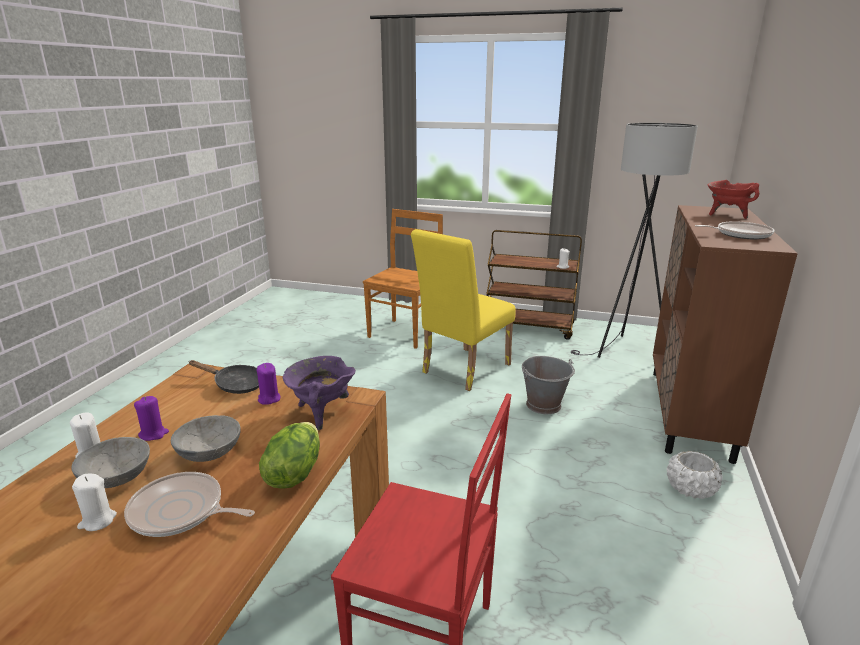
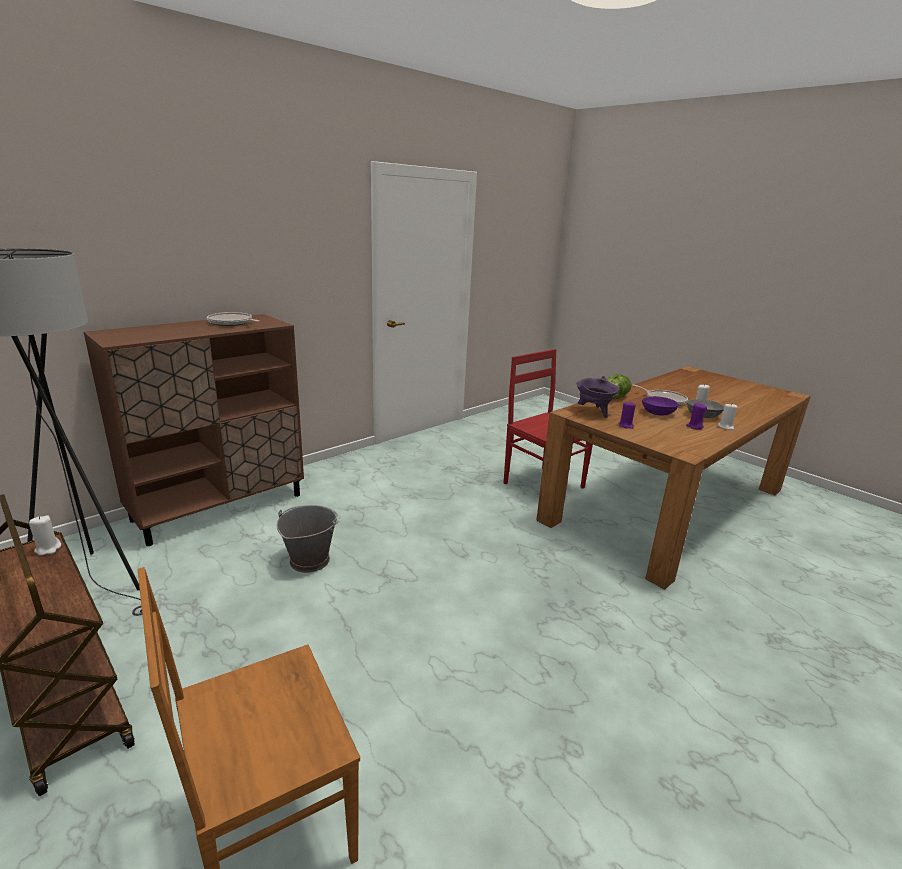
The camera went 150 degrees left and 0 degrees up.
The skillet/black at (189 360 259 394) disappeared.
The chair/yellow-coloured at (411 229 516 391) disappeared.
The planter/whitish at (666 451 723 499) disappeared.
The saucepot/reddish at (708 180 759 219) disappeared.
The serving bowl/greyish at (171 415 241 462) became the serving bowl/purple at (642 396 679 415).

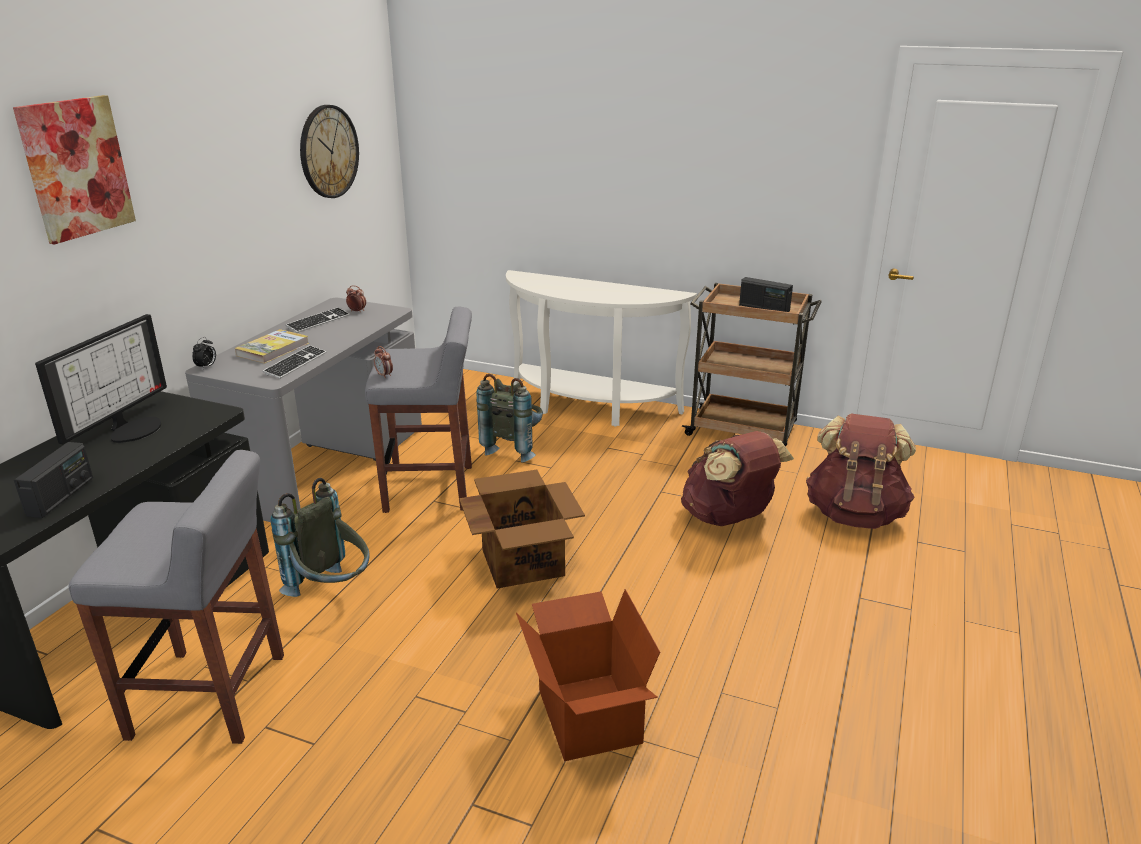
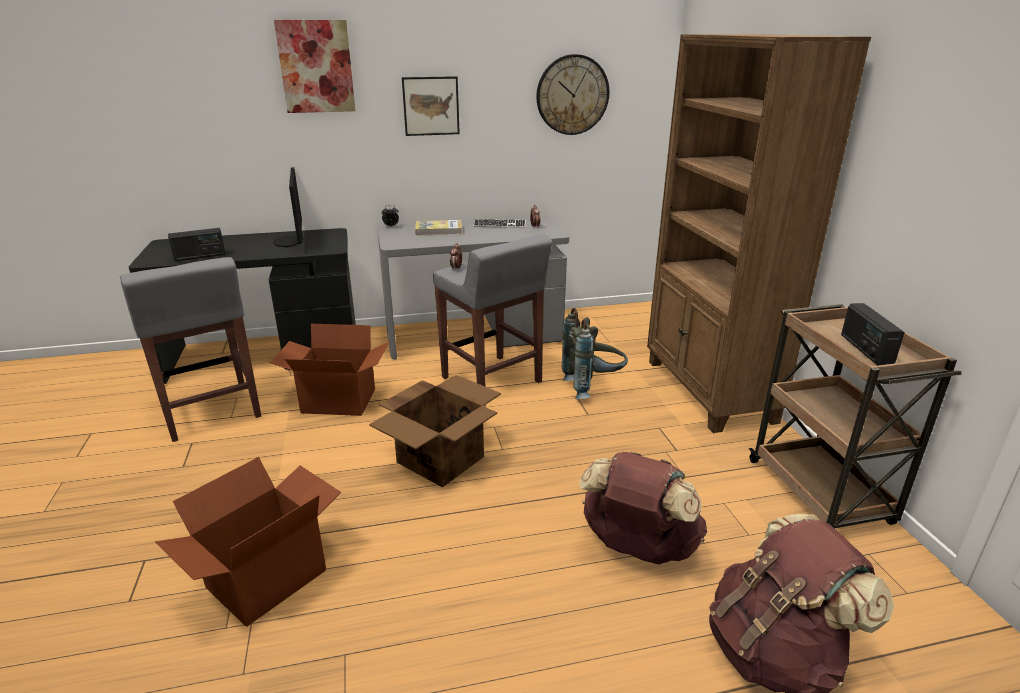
The camera went 55 degrees right and 0 degrees up.
The computer keyboard at (262 345 327 379) disappeared.
The wall picture at (402 76 460 136) appeared.
The rucksack/greyish at (271 478 370 597) was replaced by the carton at (271 324 389 416).
The narrow table/whitish at (506 270 697 427) was replaced by the shelving unit/brown at (647 34 871 433).
The computer display at (35 314 167 444) turned 90 degrees clockwise.

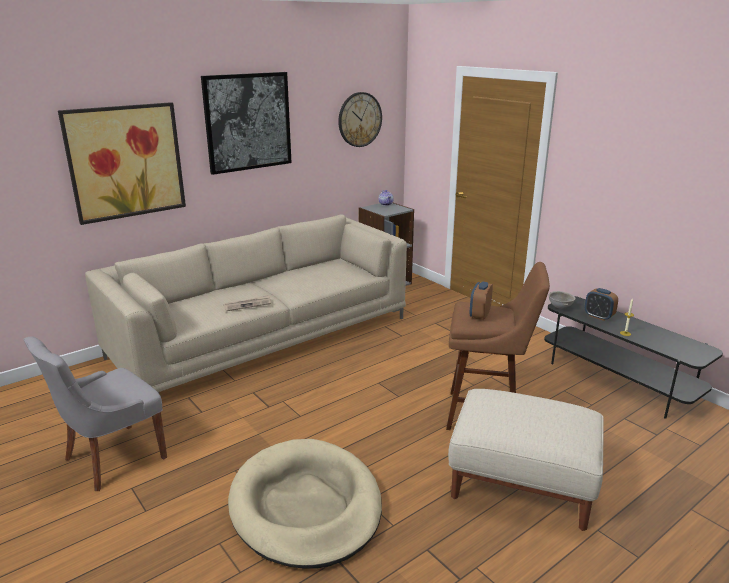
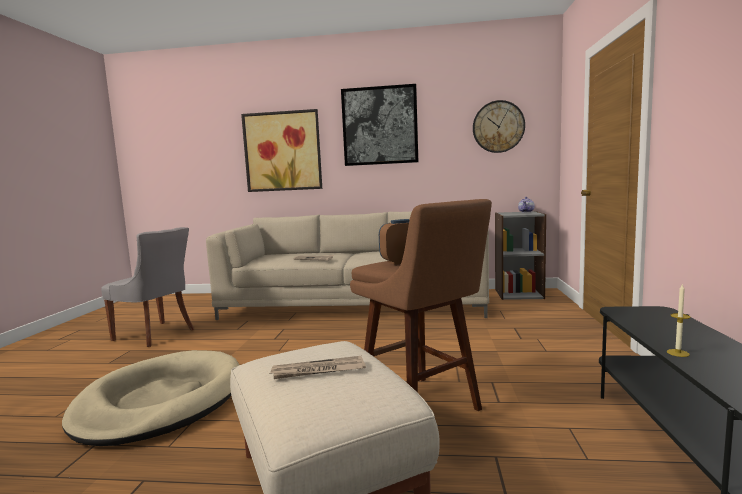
The camera went 45 degrees right and 15 degrees down.
The serving bowl/greyish at (549 291 576 309) disappeared.
The bedside clock at (585 288 618 321) disappeared.
The printed paper at (270 356 366 379) appeared.
The chair/greyish at (24 337 167 491) turned 150 degrees counterclockwise.

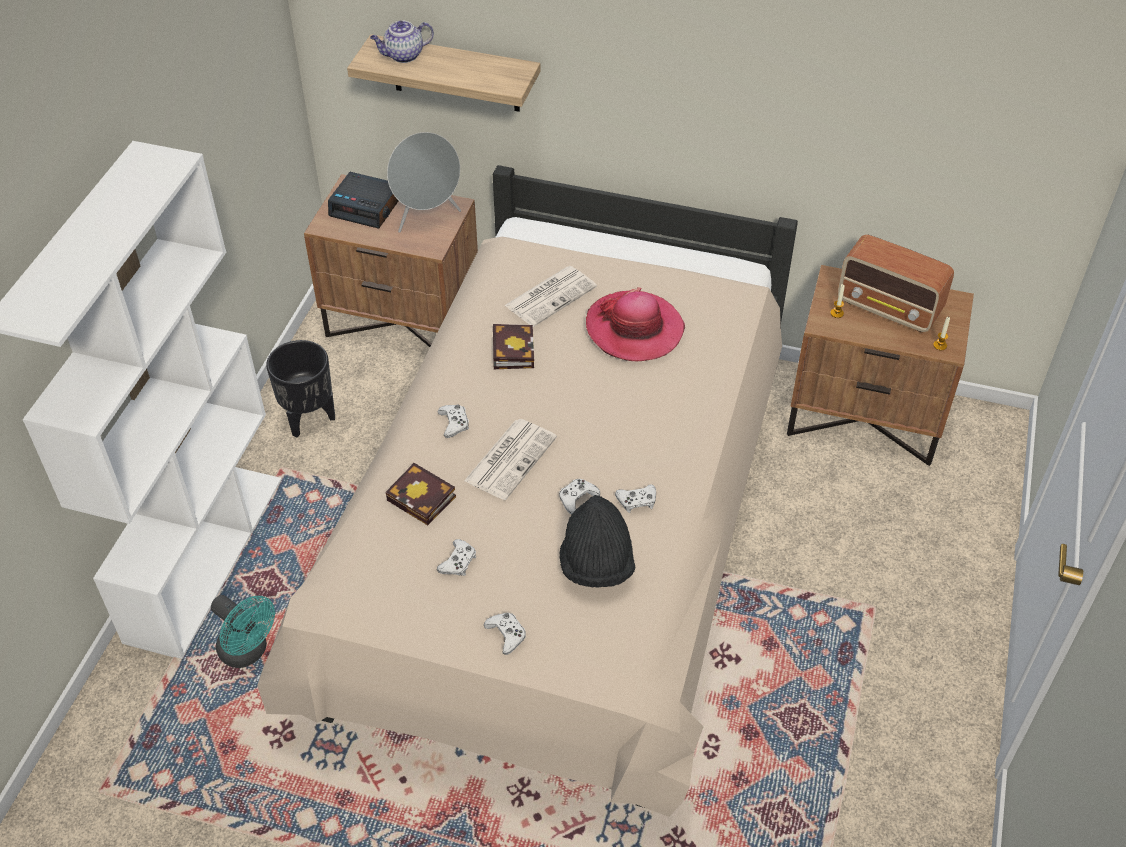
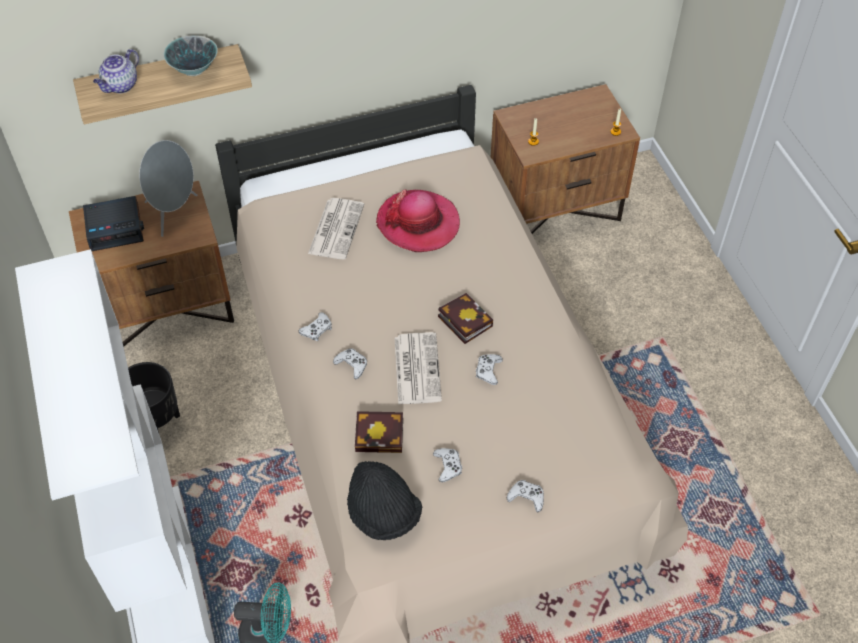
The camera went 35 degrees left and 5 degrees up.
The radio set at (838 234 954 332) disappeared.
The serving bowl at (164 35 218 76) appeared.
The volume moved from (493 324 534 369) to (438 293 493 344).
The clothing hat/black moved from (559 495 635 588) to (347 461 422 540).
The gamepad/whitish moved from (615 484 656 513) to (299 312 332 341).

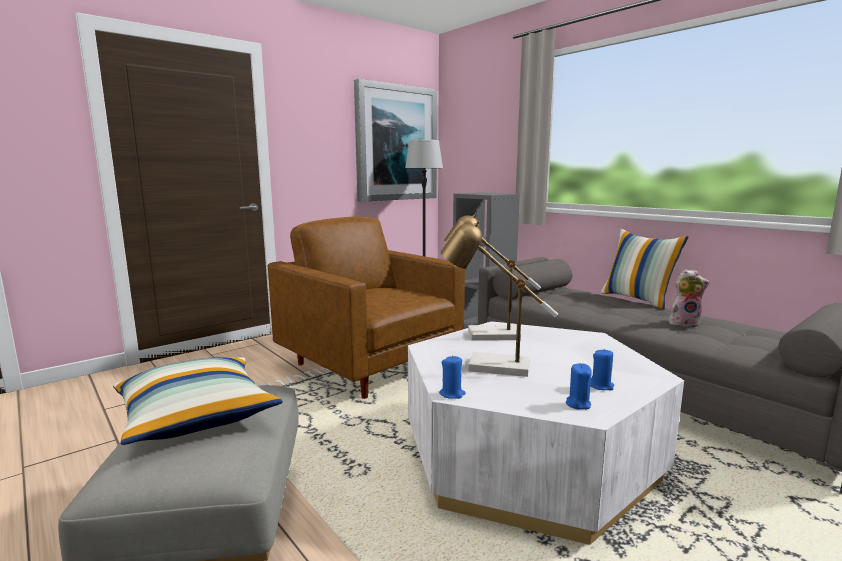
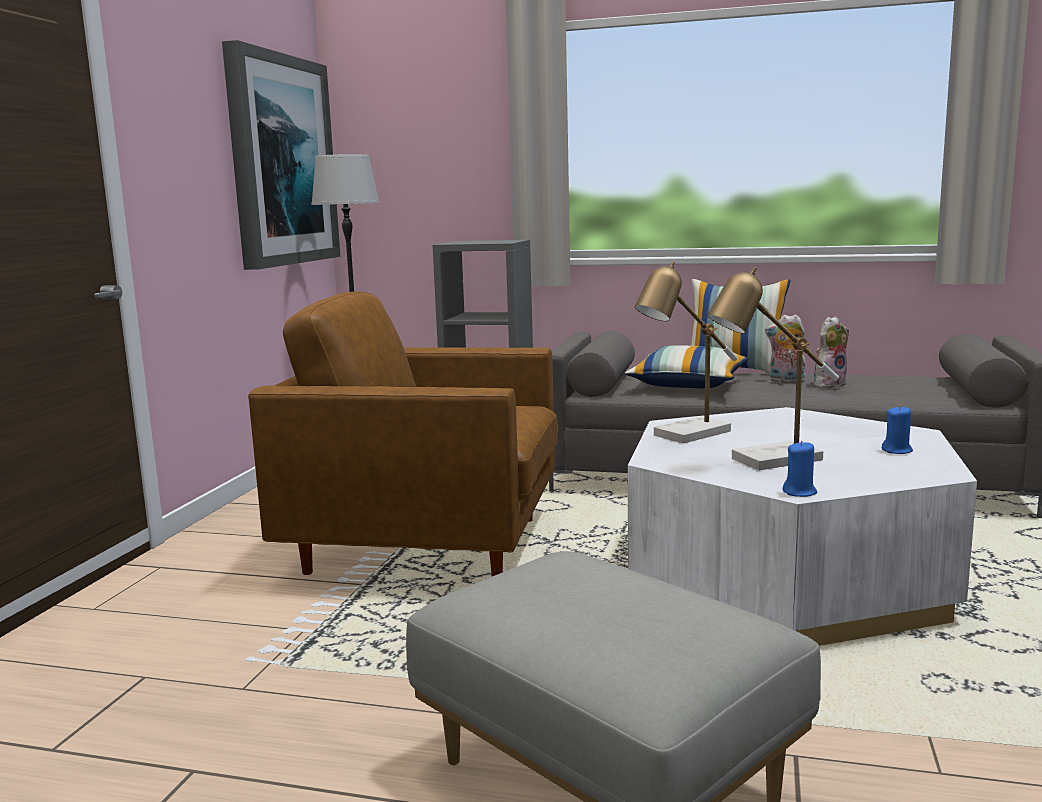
The camera went 35 degrees left and 0 degrees up.
The candle/blue-coloured at (566 363 592 410) disappeared.
The soft toy at (765 314 806 383) appeared.
The pillow moved from (113 357 283 445) to (625 345 748 388).

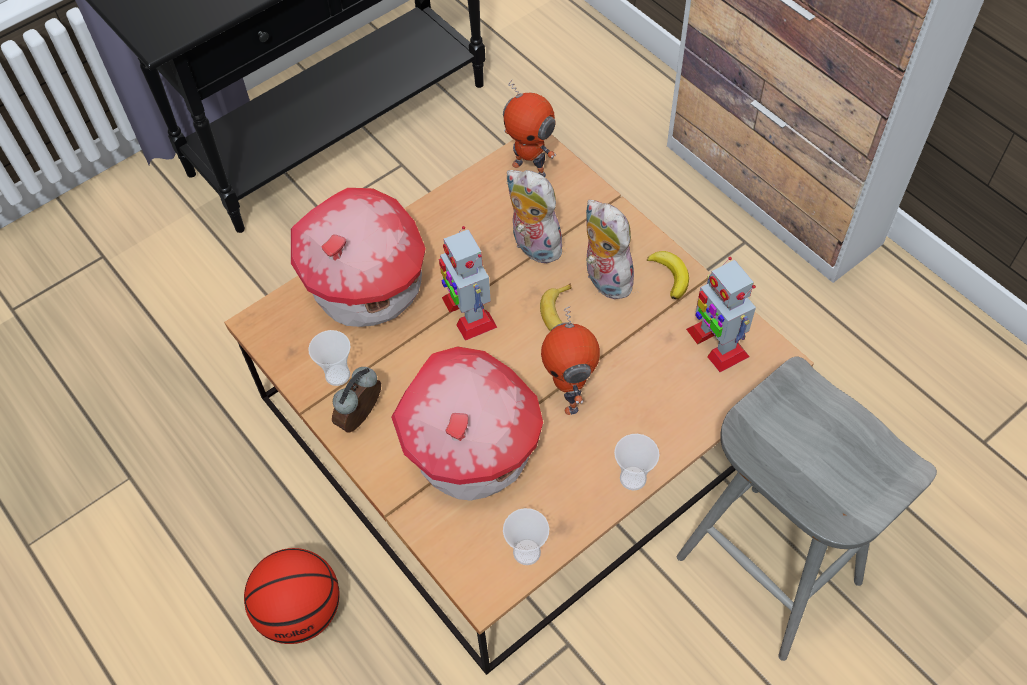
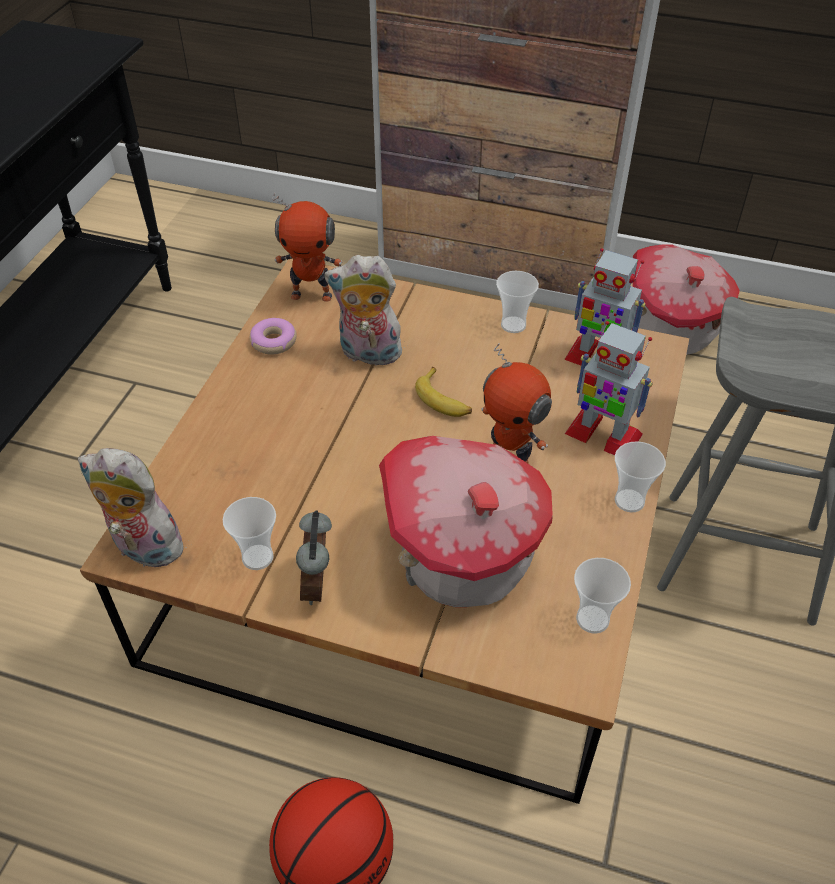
The camera went 35 degrees left and 10 degrees down.
The donut at (250 318 297 354) appeared.
The toy house moved from (291 188 426 327) to (633 244 740 355).
The model robot moved from (439 226 497 341) to (565 321 653 455).
The soft toy moved from (586 200 637 299) to (78 448 192 571).
The banana fruit at (647 251 689 299) was replaced by the small cup at (496 271 539 333).

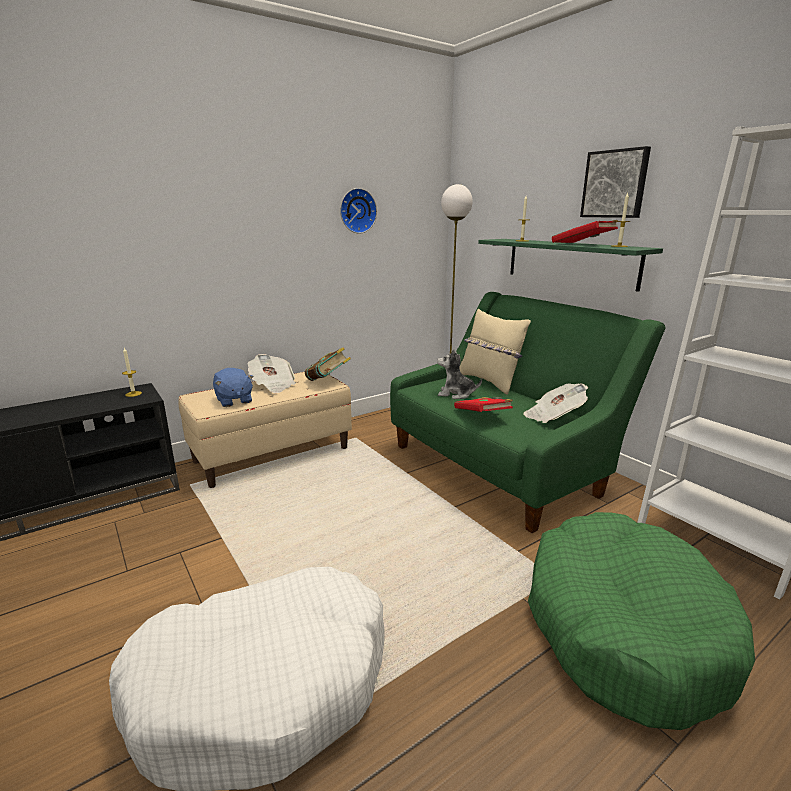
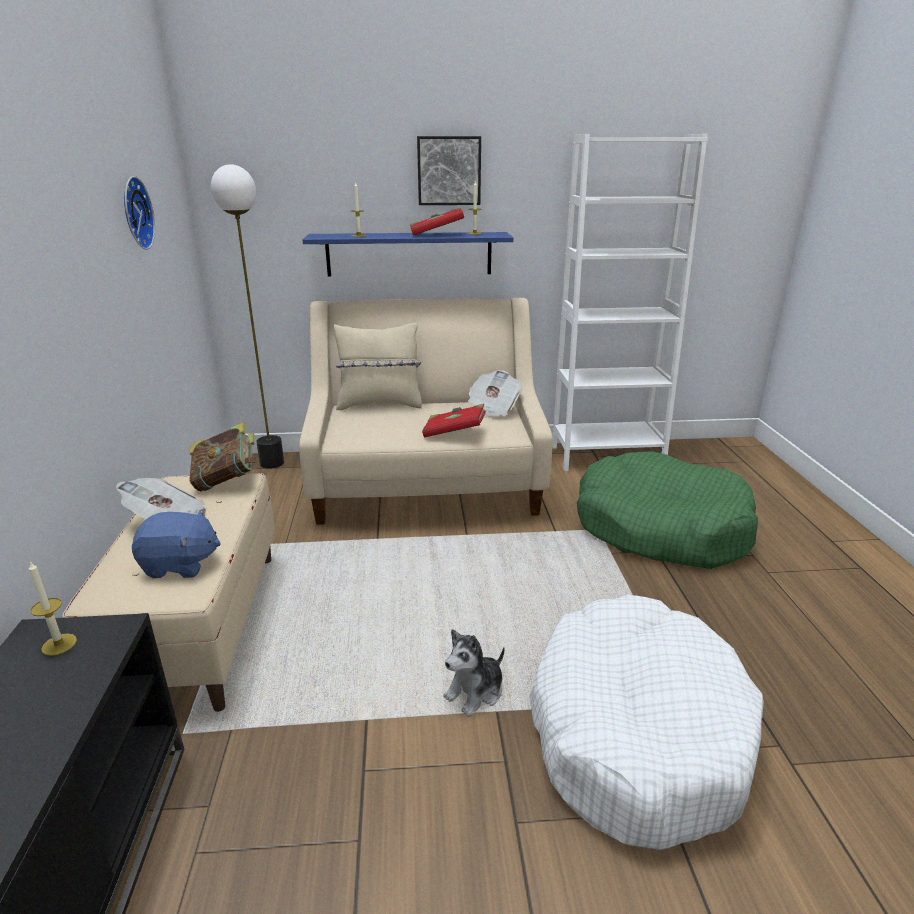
The camera went 60 degrees left and 5 degrees up.
The soft toy moved from (437 349 482 399) to (443 629 505 717).
The sofa/green-coloured at (390 292 666 533) became the sofa/beige at (299 298 553 525).
The wall shelf/green-coloured at (478 239 663 292) became the wall shelf/blue-coloured at (303 232 514 276).

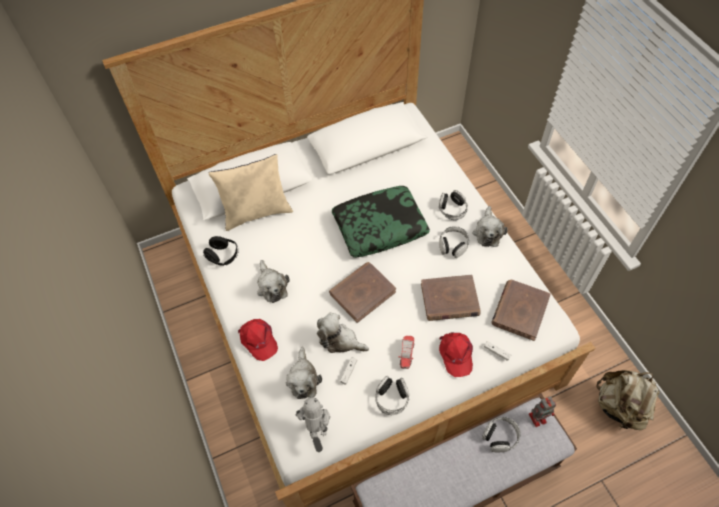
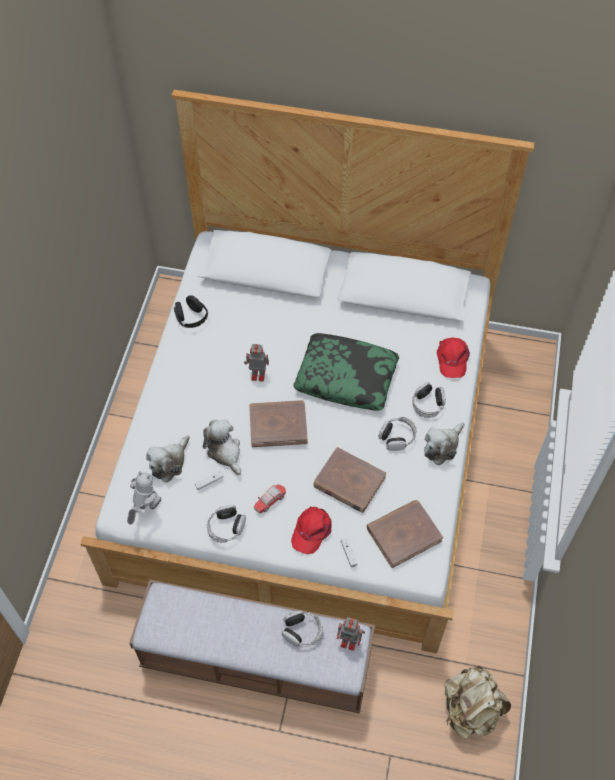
The camera went 35 degrees right and 0 degrees up.
The pillow/beige at (209 154 293 231) disappeared.
The soft toy at (257 260 290 303) disappeared.
The model robot at (244 344 269 382) appeared.
The baseball cap/reddish moved from (238 319 278 361) to (437 338 470 378).

